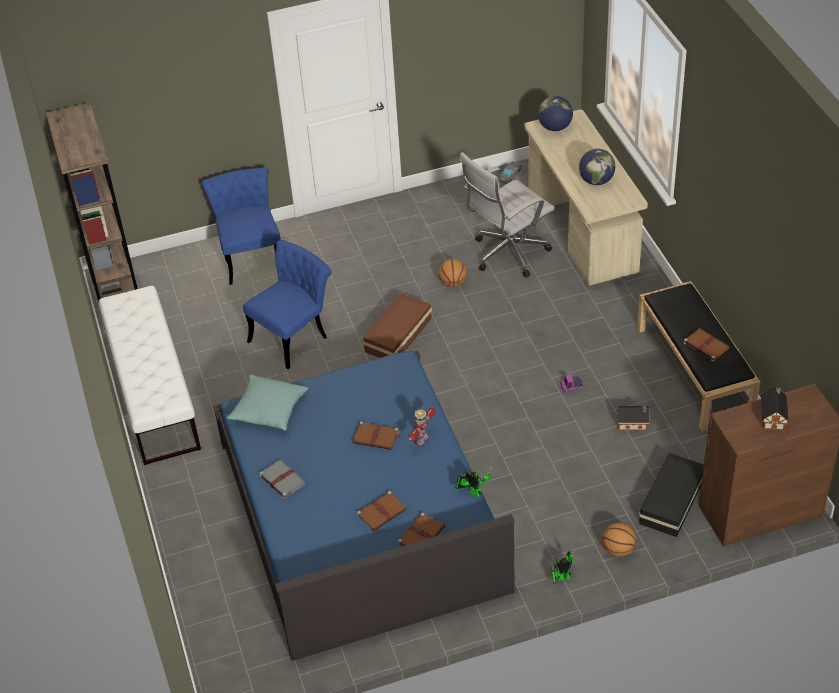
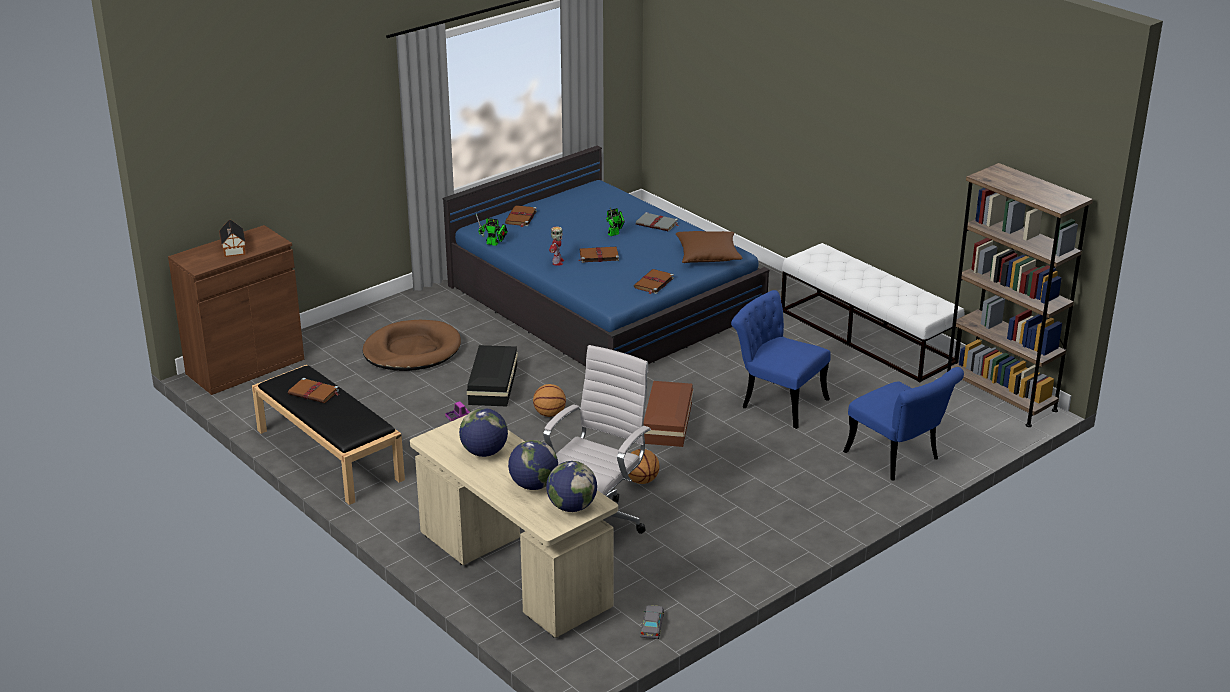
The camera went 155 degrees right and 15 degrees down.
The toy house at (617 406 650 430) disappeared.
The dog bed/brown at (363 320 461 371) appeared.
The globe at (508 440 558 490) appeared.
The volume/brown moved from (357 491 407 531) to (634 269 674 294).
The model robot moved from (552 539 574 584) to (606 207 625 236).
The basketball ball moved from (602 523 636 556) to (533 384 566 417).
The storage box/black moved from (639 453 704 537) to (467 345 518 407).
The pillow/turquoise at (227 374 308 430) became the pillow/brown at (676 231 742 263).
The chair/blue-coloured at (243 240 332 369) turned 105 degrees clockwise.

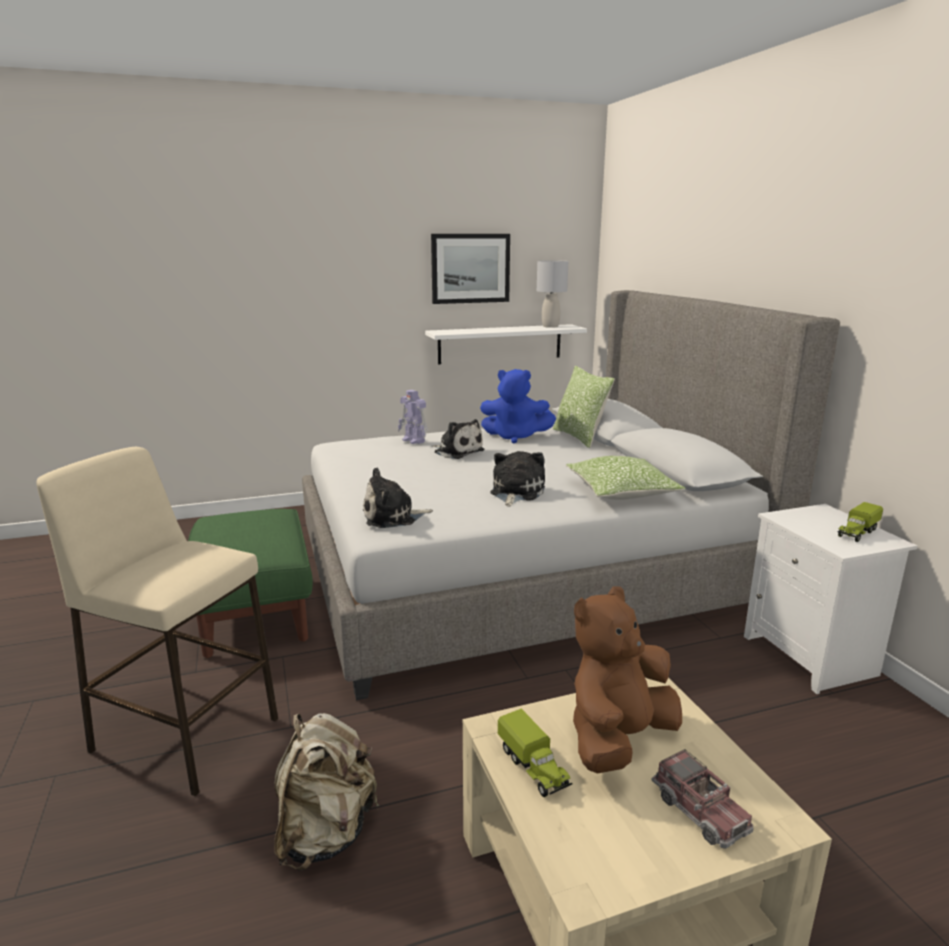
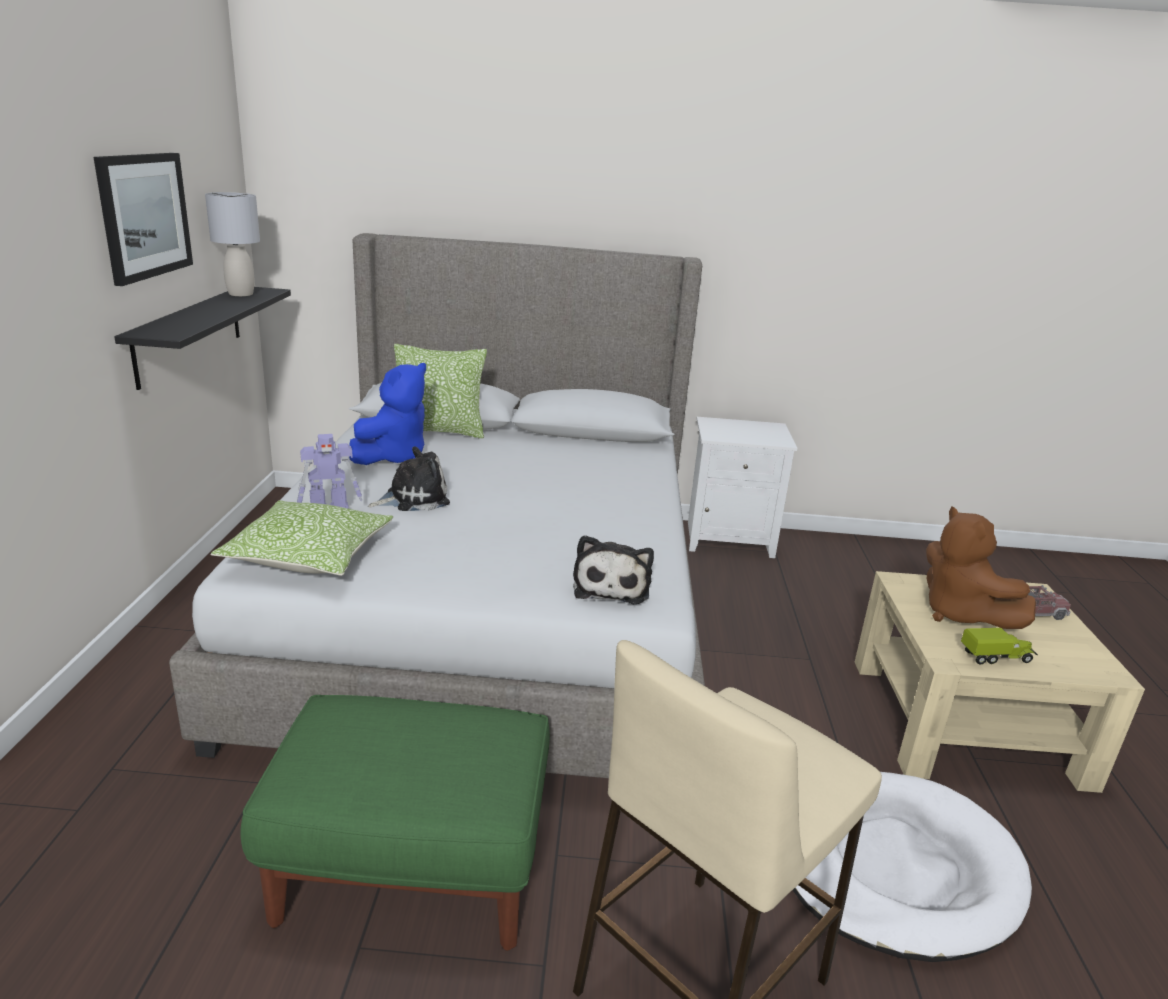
The camera went 70 degrees left and 5 degrees up.
The soft toy at (490 451 545 507) disappeared.
The toy lorry at (837 502 883 542) disappeared.
The pillow moved from (566 456 685 500) to (211 500 393 576).
The rucksack/beige at (274 713 379 871) was replaced by the dog bed/whitish at (793 772 1032 962).
The wall shelf/whitish at (425 324 587 364) became the wall shelf/black at (114 287 291 390).

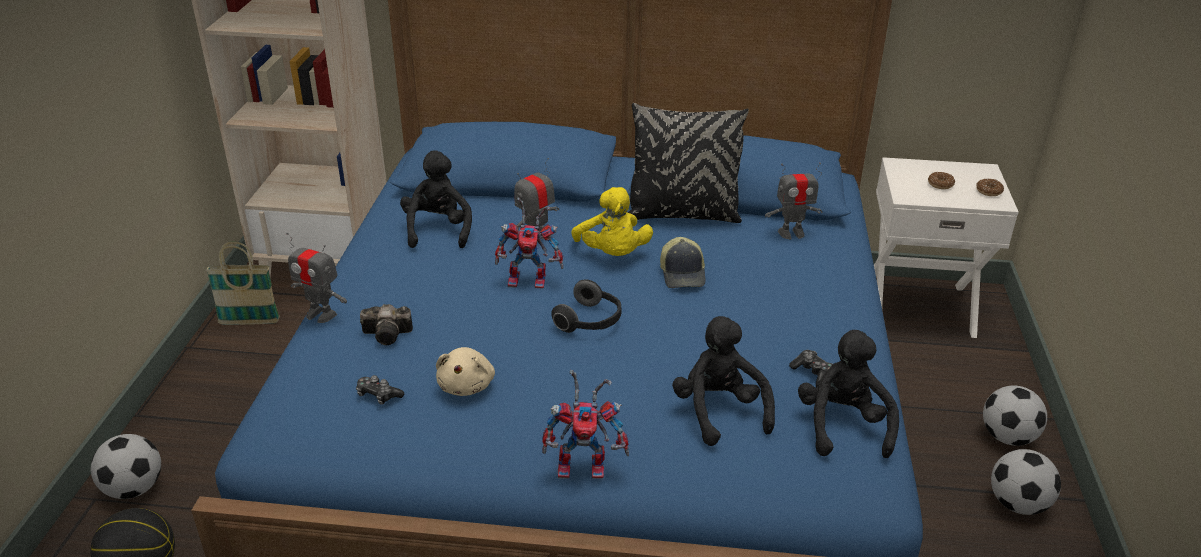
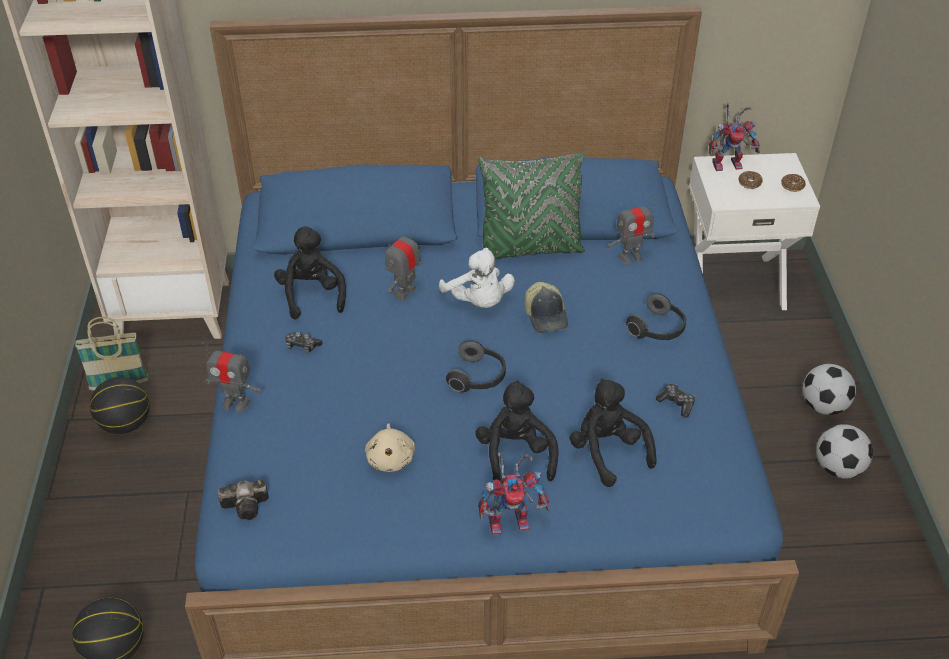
The camera went 10 degrees left and 10 degrees up.
The ball for football at (91 434 161 499) disappeared.
The basketball ball at (90 377 150 434) appeared.
The headphones at (626 293 686 340) appeared.
The gamepad moved from (356 375 404 405) to (285 331 323 353).
The still camera moved from (360 304 413 345) to (218 480 269 520).
The model robot moved from (495 197 563 289) to (709 103 760 171).
The soft toy/black moved from (798 330 899 458) to (476 380 558 481).
The soft toy/yellow-coloured at (571 187 653 256) became the soft toy/whitish at (439 248 515 308).
The pillow/black at (628 103 749 223) became the pillow/green-coloured at (478 152 585 259).

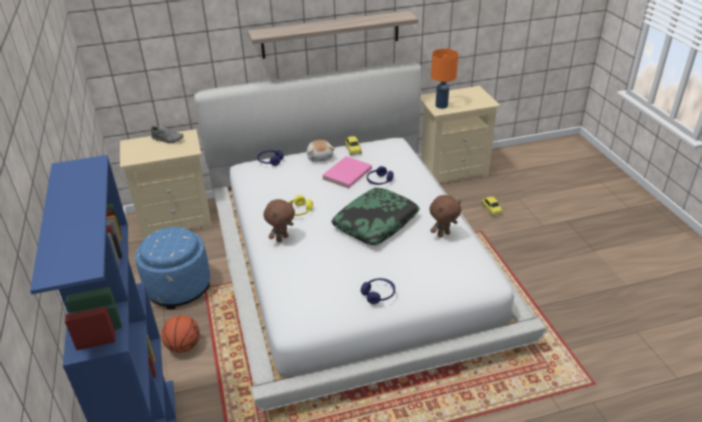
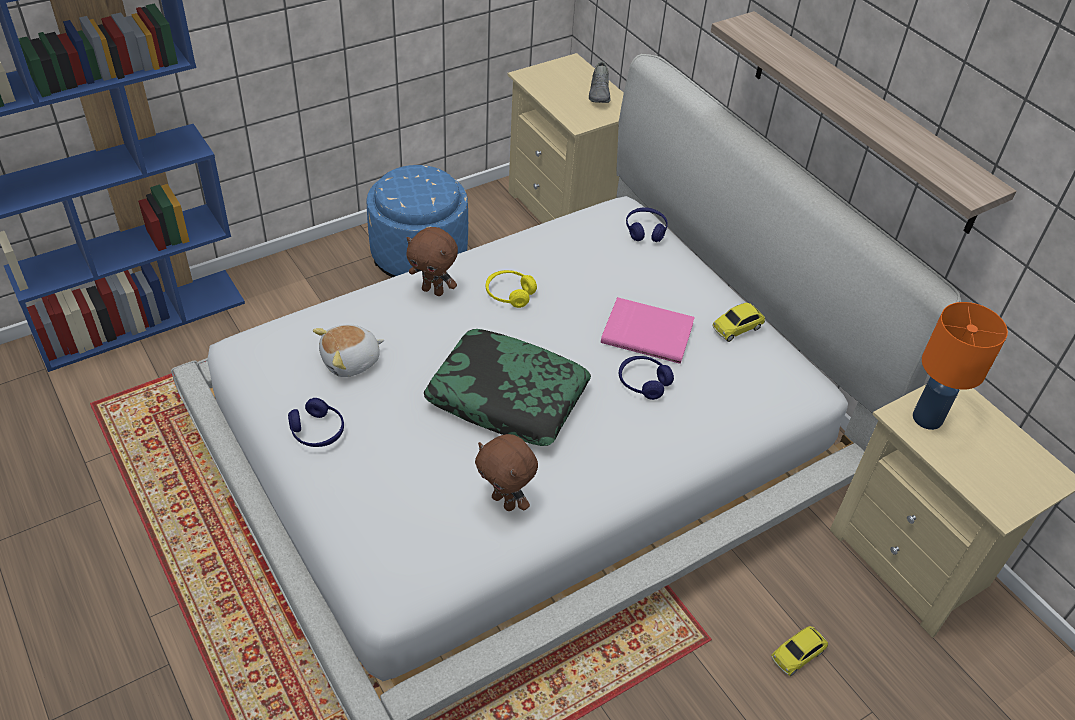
The camera went 70 degrees right and 10 degrees up.
The basketball ball at (161 315 200 353) disappeared.
The soft toy moved from (306 140 335 162) to (313 324 384 377).

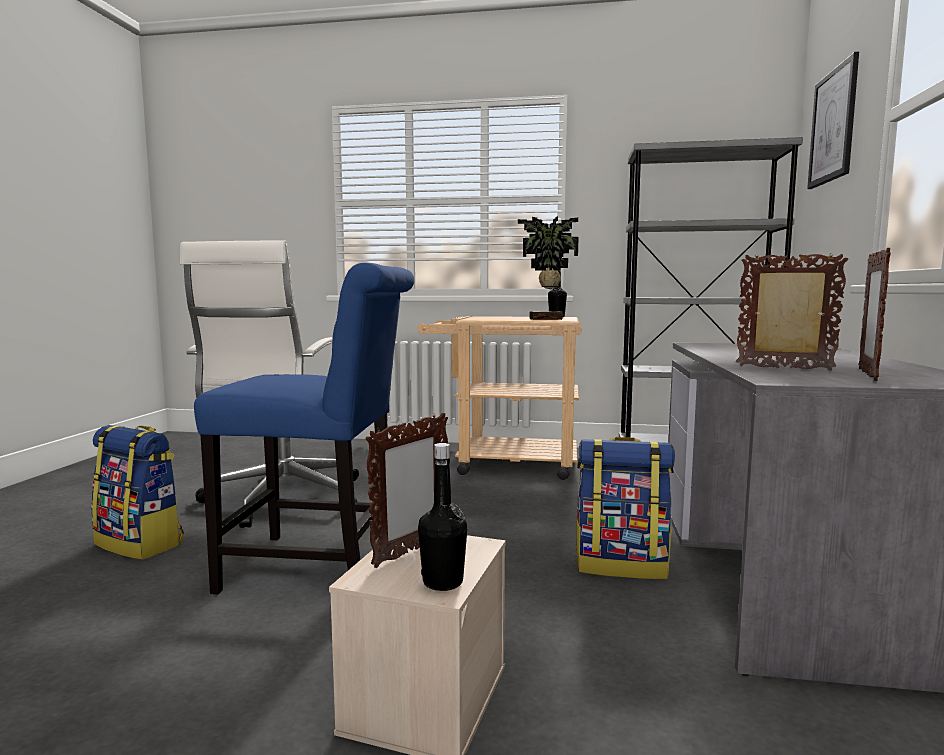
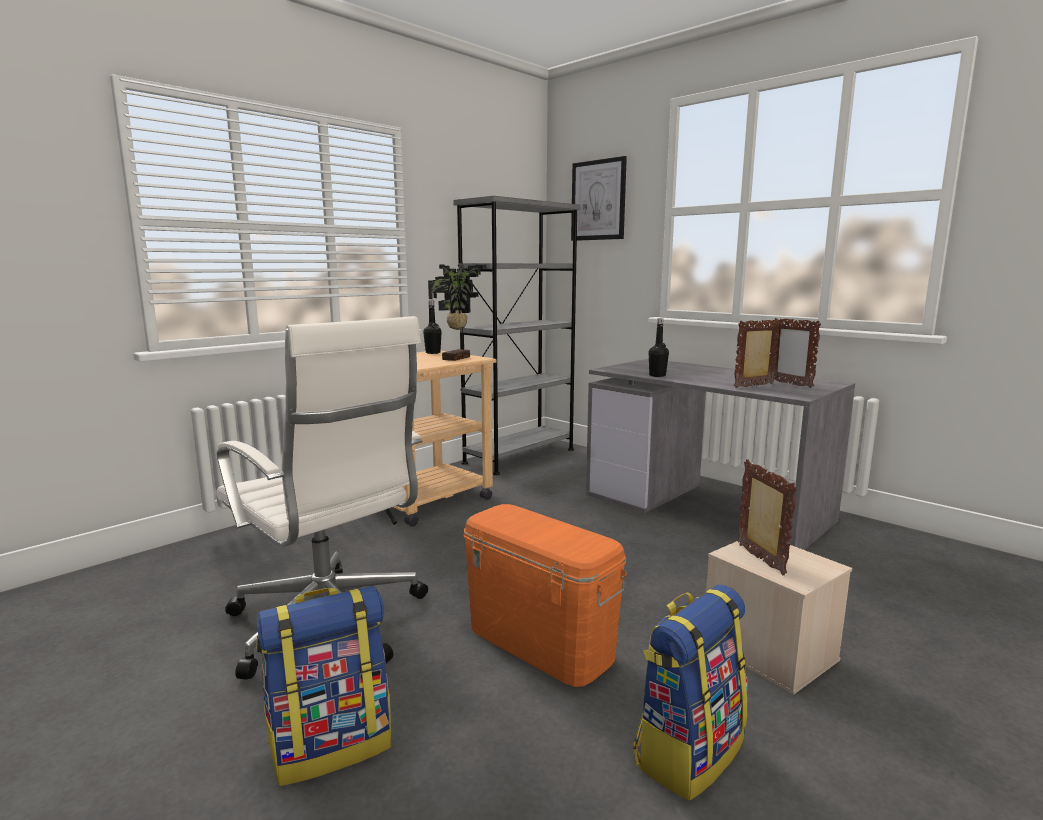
The camera went 55 degrees left and 5 degrees up.
The beverage bottle/black moved from (418 443 467 591) to (649 318 669 377).
The rucksack moved from (576 437 675 579) to (633 585 748 801).
The chair/blue-coloured at (194 263 414 595) was replaced by the storage box/orange at (464 504 628 687).

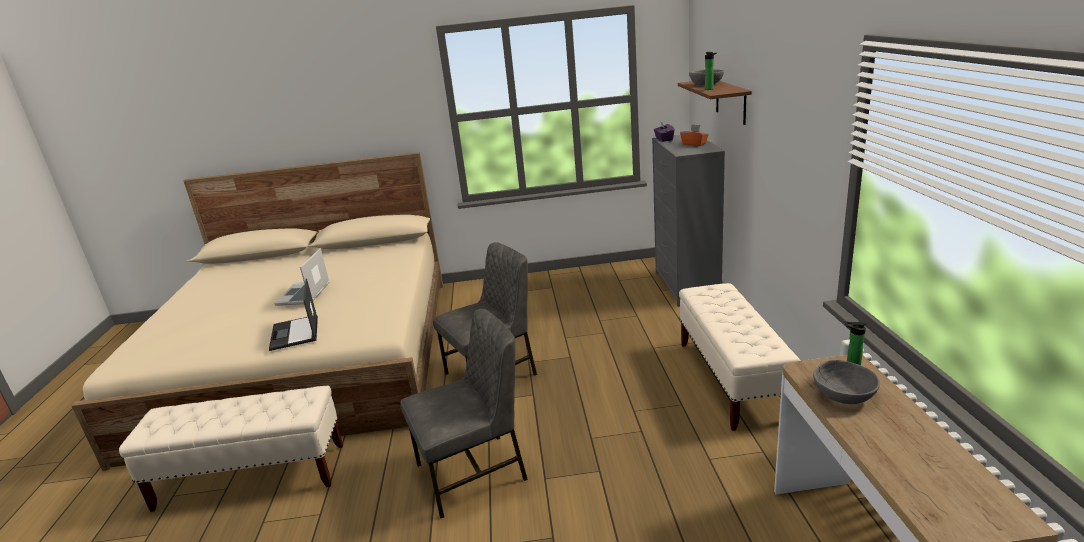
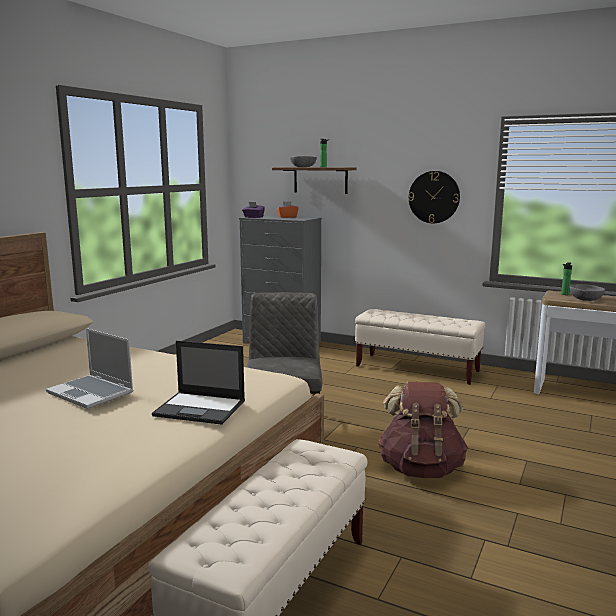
The camera went 60 degrees left and 10 degrees down.
The wall clock at (409 171 460 223) appeared.
The chair/greyish at (400 309 528 518) was replaced by the rucksack/brown at (378 382 468 478).

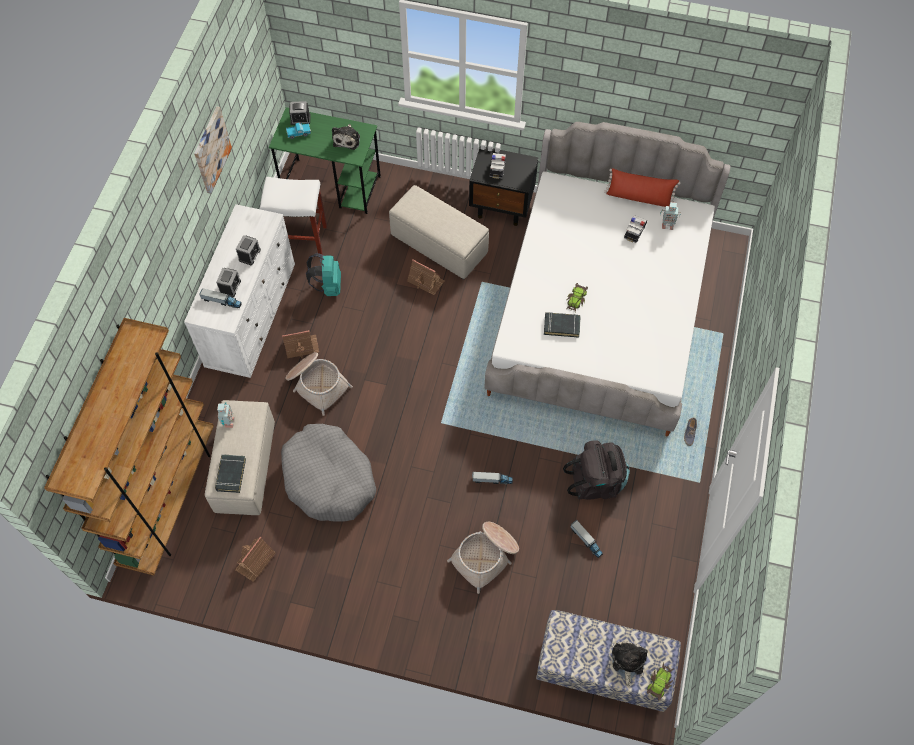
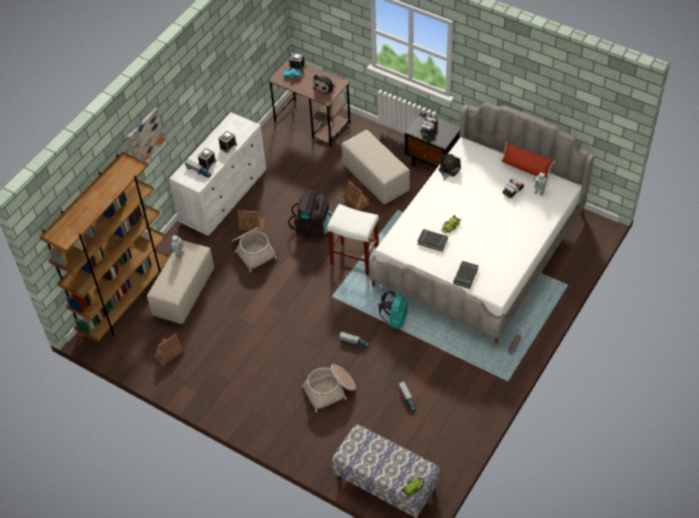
The camera went 20 degrees right and 10 degrees down.
The dog bed/greyish at (281 424 376 522) disappeared.
The wall picture moved from (194 106 232 194) to (127 108 165 162).
The volume/black moved from (215 454 246 493) to (453 261 479 289).
The sitting stool/whitish moved from (260 177 327 255) to (327 204 379 275).
The rucksack/turquoise moved from (306 253 341 296) to (379 291 408 329).
The rucksack/black moved from (563 440 630 499) to (288 190 333 236).
The soft toy moved from (612 641 648 687) to (439 154 461 181).
The desk/green-coloured at (269 107 381 214) became the desk/brown at (268 57 350 147).

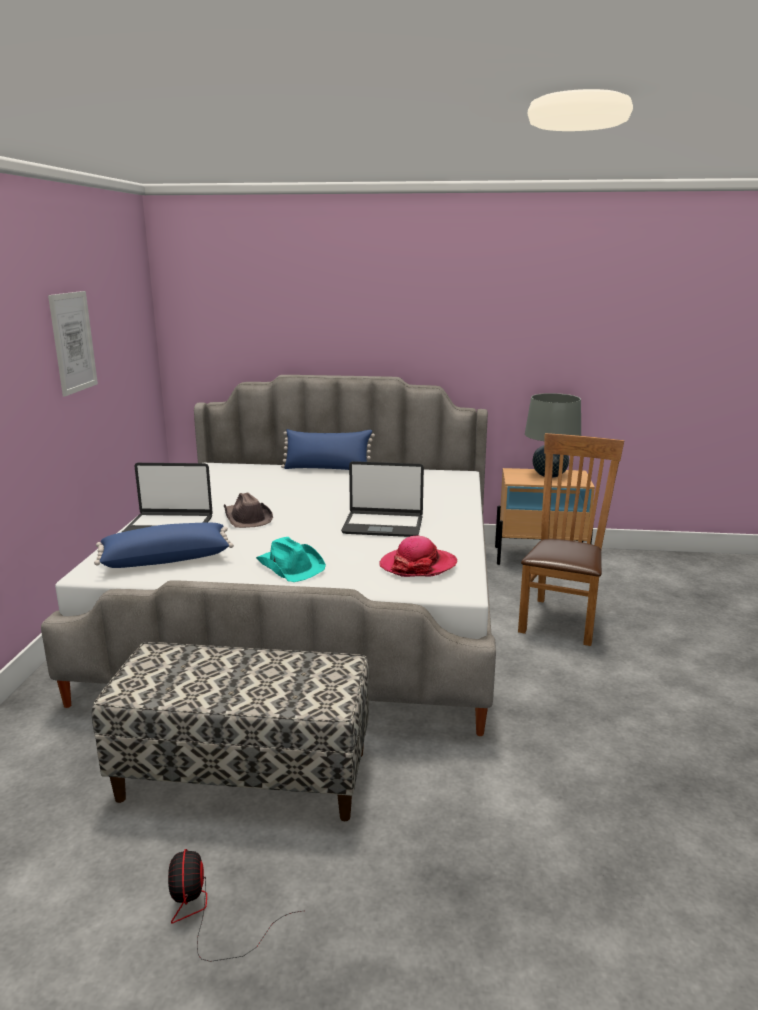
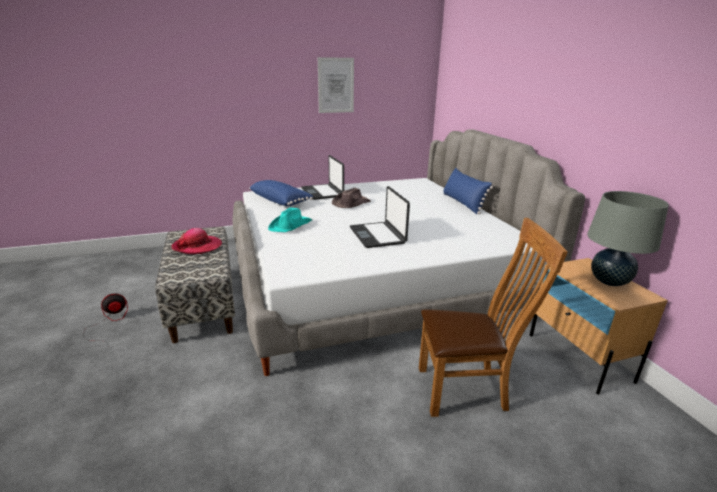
The camera went 65 degrees right and 5 degrees up.
The clothing hat moved from (379 536 457 577) to (171 228 222 254).

